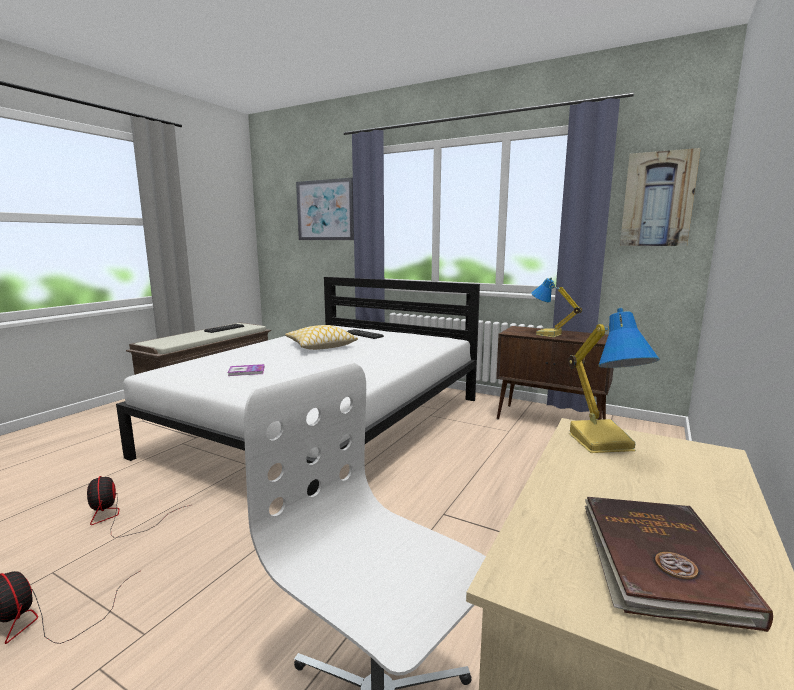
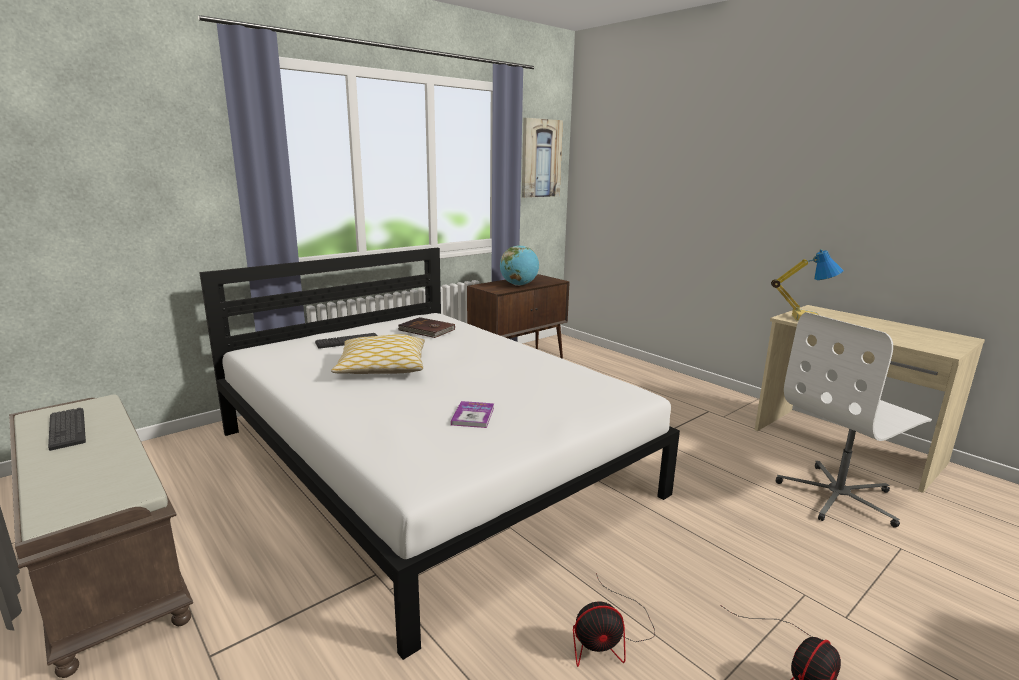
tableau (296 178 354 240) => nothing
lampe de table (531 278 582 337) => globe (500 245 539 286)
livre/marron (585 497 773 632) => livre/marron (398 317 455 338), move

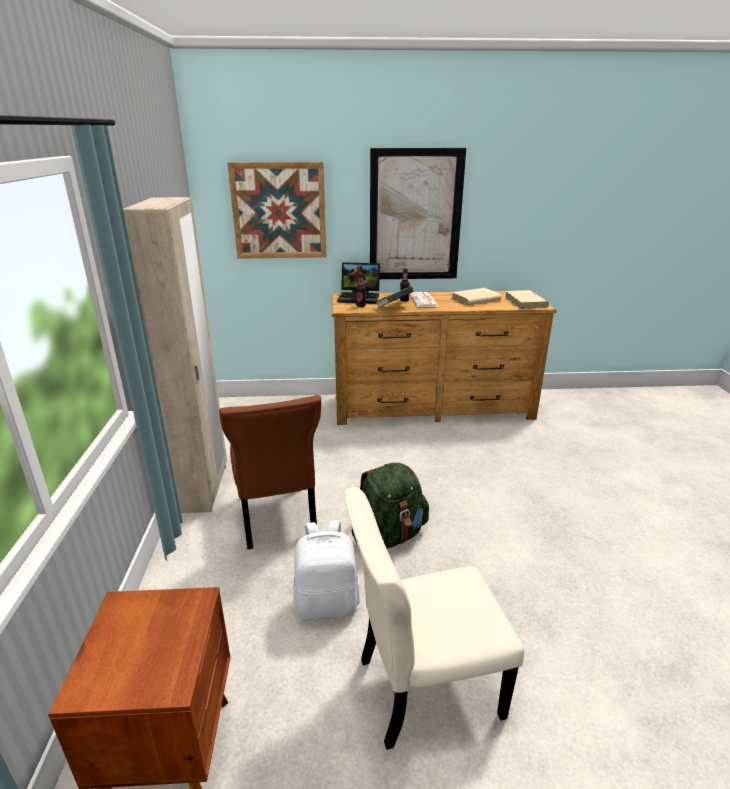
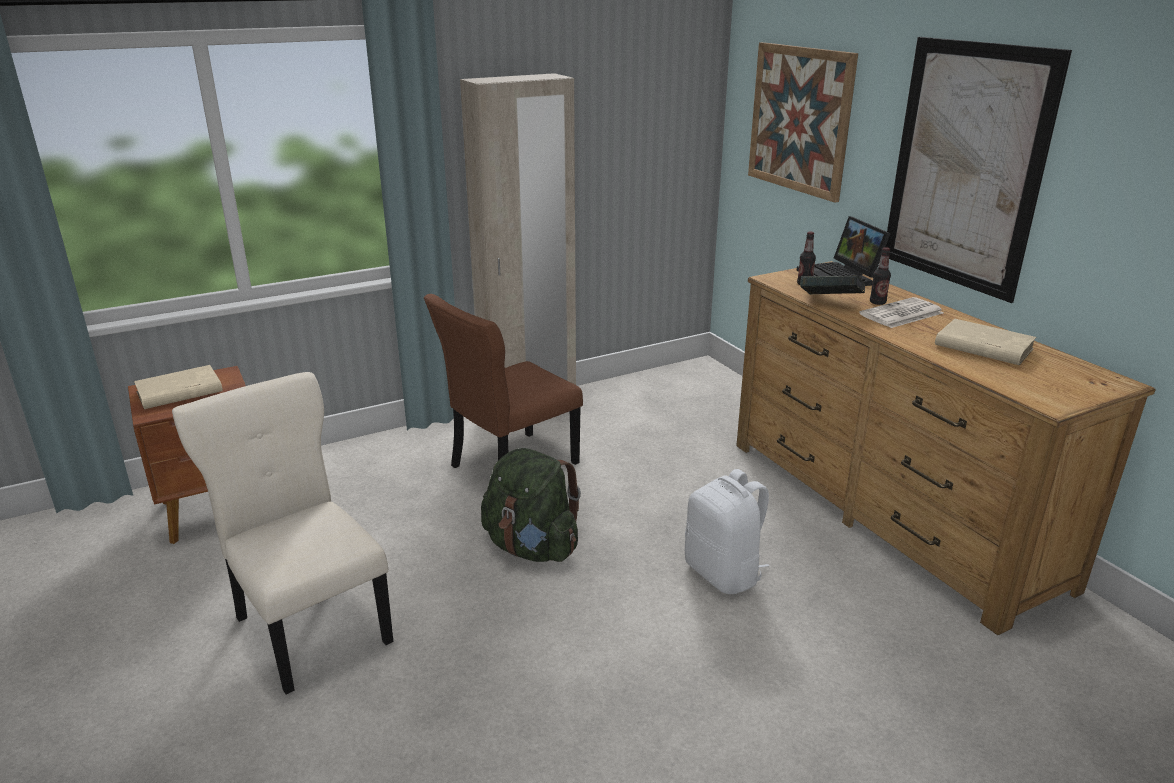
sac à dos/blanc (293 520 360 620) => sac à dos/blanc (685 469 769 594), move
livre/beige (505 290 549 309) => livre/beige (134 365 223 409), move

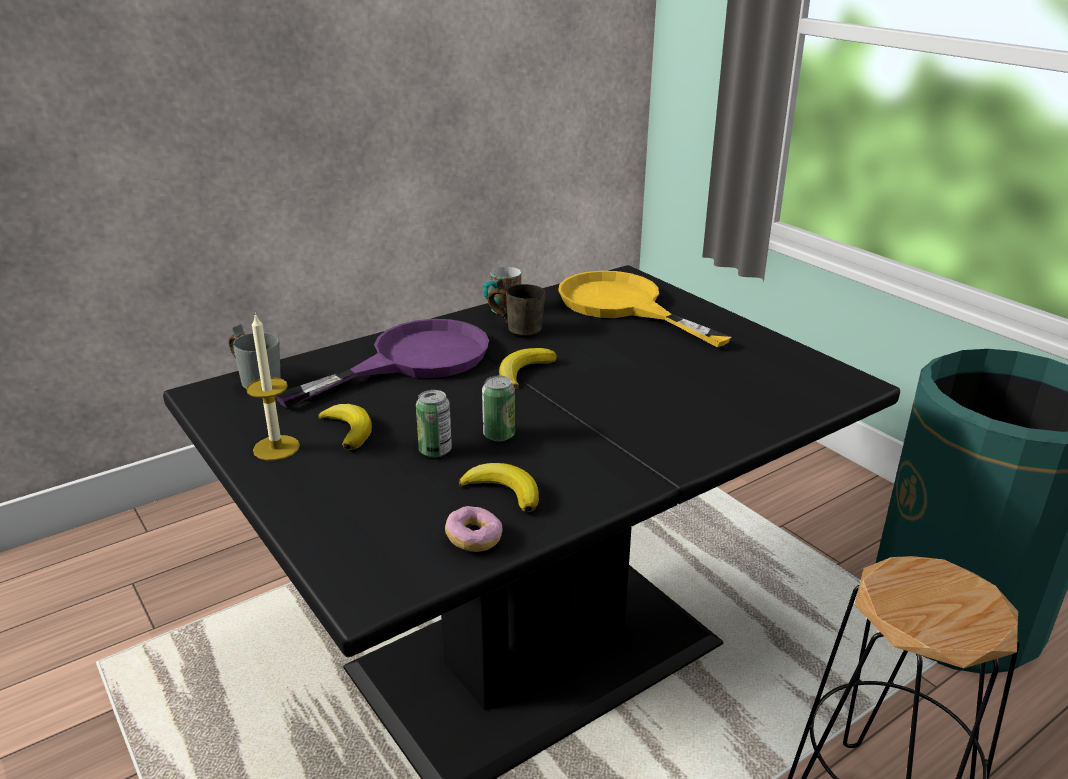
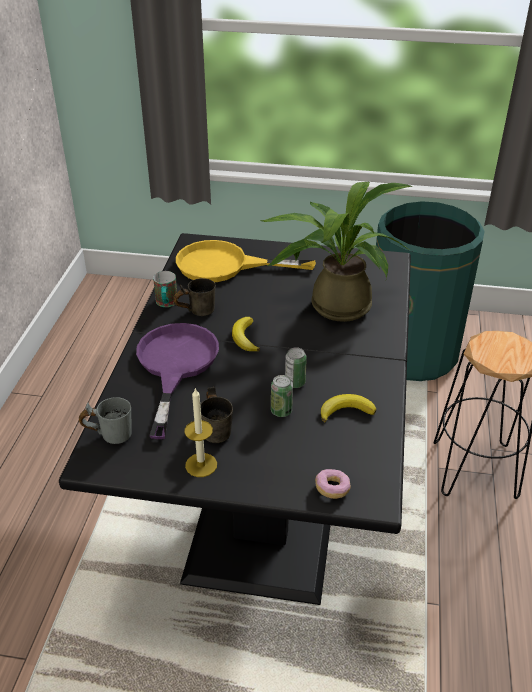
banane (318 404 372 450) => mug/gris (200 387 233 443)
beignet (445 506 503 552) => beignet (315 469 351 499), move
nothing => plante en pot (260 182 412 322)

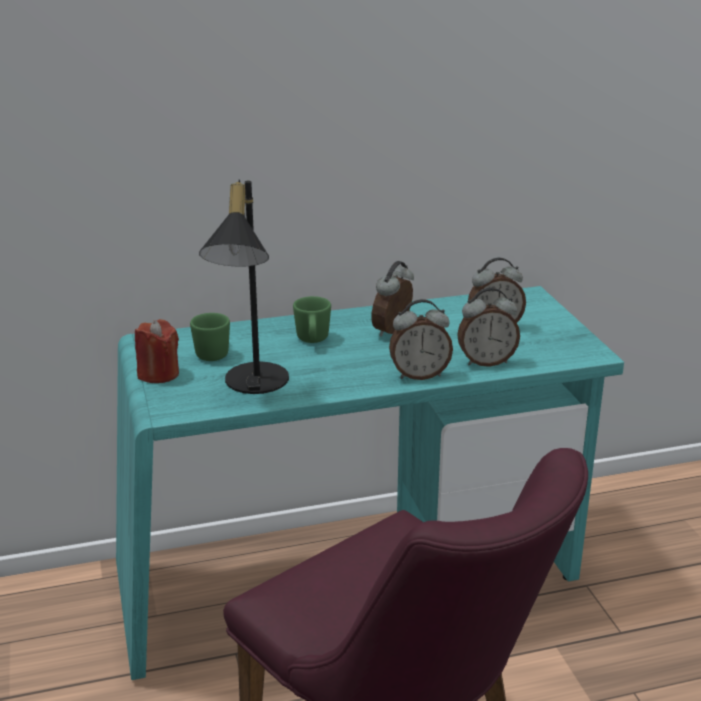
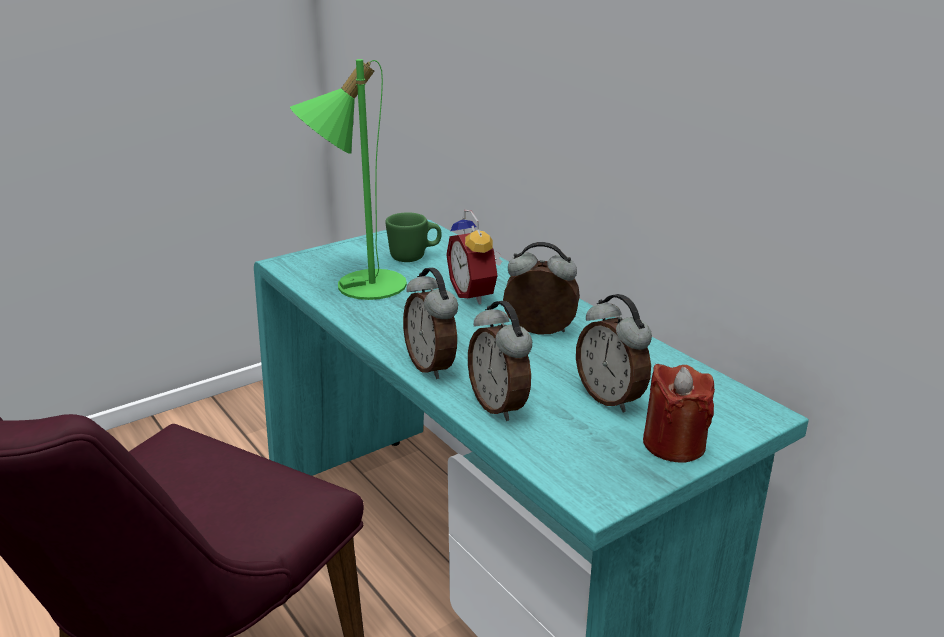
bougie/rouge (135 319 179 383) => bougie/rouge (643 364 715 463), move
lampe de table/noir (199 179 289 394) => lampe de table/vert (290 59 407 300)
mug/vert (293 296 331 343) => réveil (446 210 502 305)

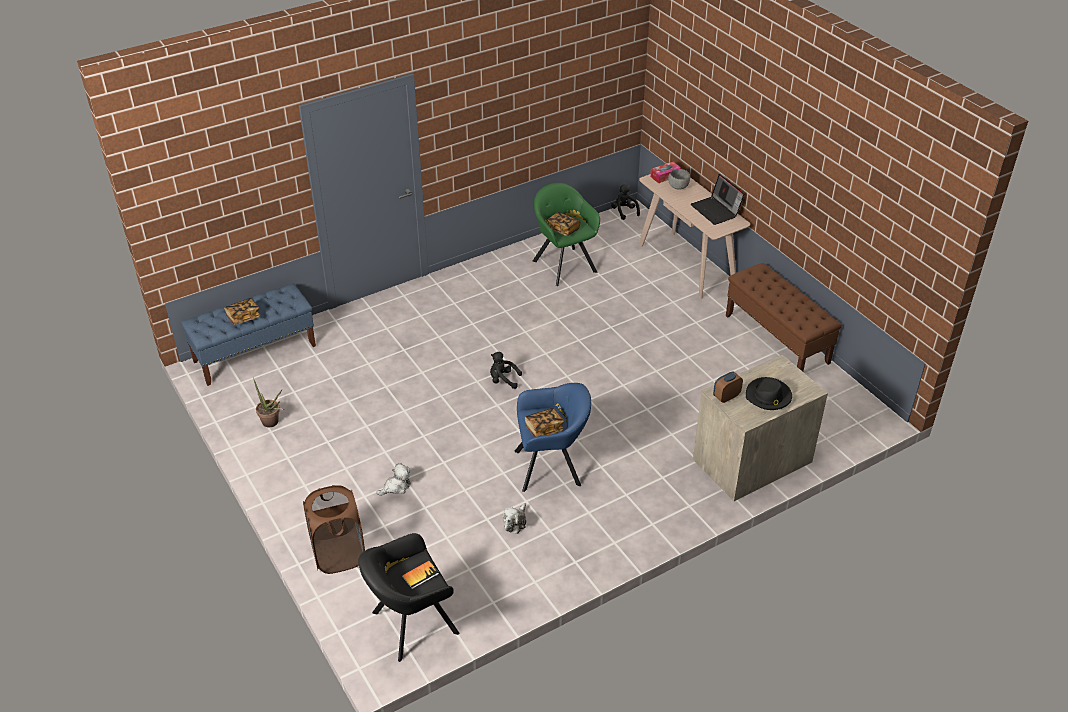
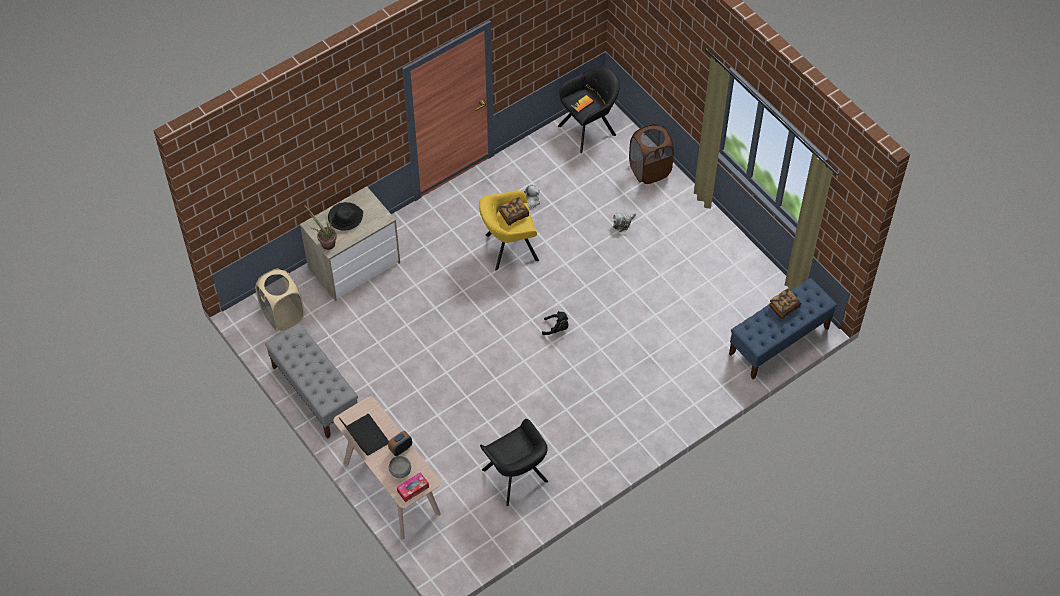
plante en pot (253 378 284 428) => plante en pot (304 205 337 250), move
fauteuil/bleu (515 383 591 492) => fauteuil/jaune (479 190 539 271)
fauteuil/vert (533 183 600 286) => fauteuil/noir (480 419 548 506)
livre (548 212 580 236) => nothing
peluche/noir (611 184 640 220) => nothing
réveil (713 371 743 403) => réveil (388 431 412 456), move
banc/marron (726 263 842 372) => banc/gris (265 323 358 439)
nothing => panier à linge/beige (255 268 304 332)

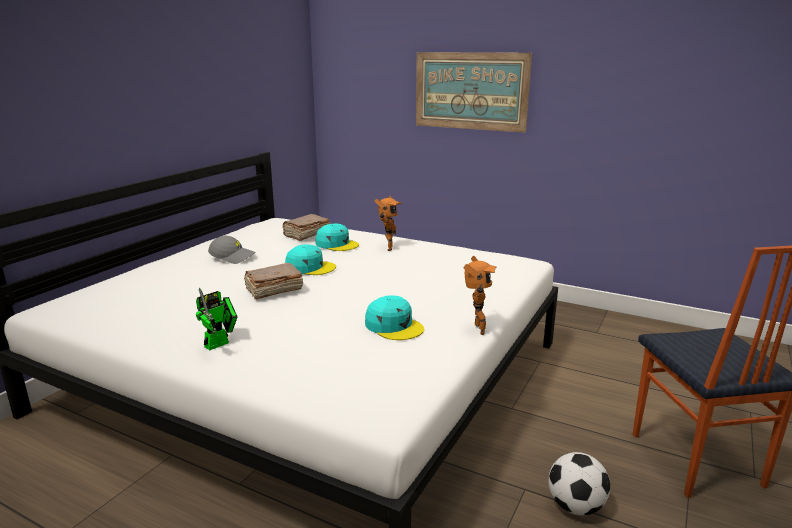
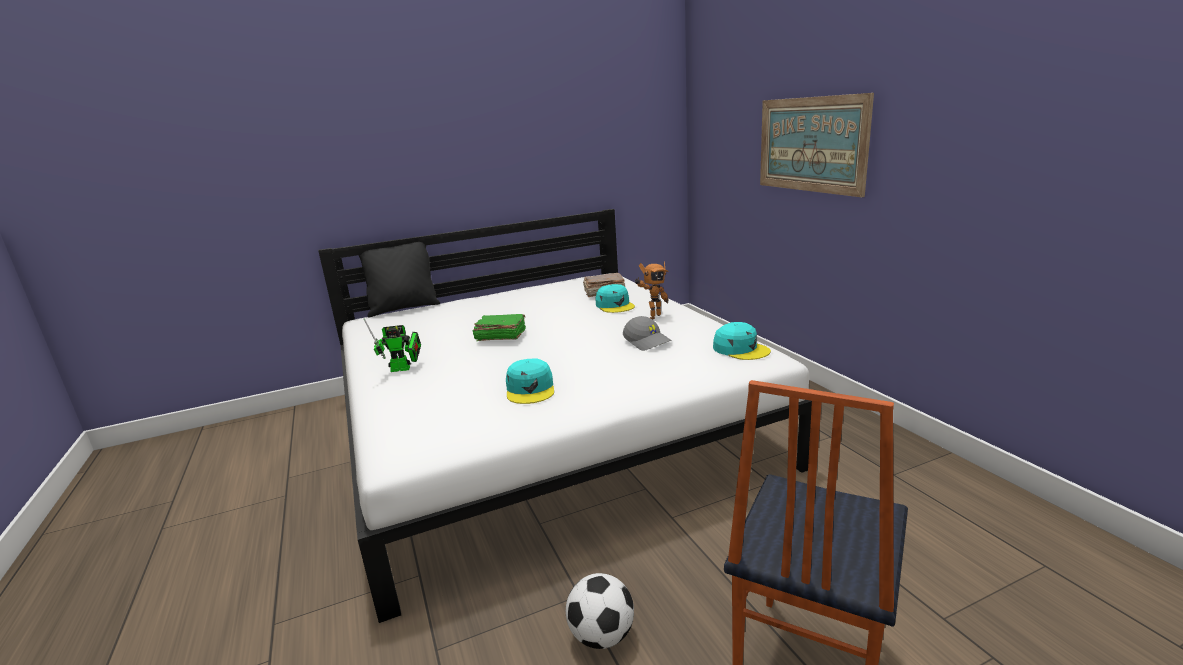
casquette/gris (208 236 255 264) => casquette/gris (623 316 672 351), move
livre/marron (244 263 303 300) => livre/vert (473 314 526 341)
casquette/turquoise (285 244 336 275) => casquette/turquoise (713 322 771 360), move
robot jouet (464 256 497 335) => nothing
nothing => coussin/noir (359 242 440 317)

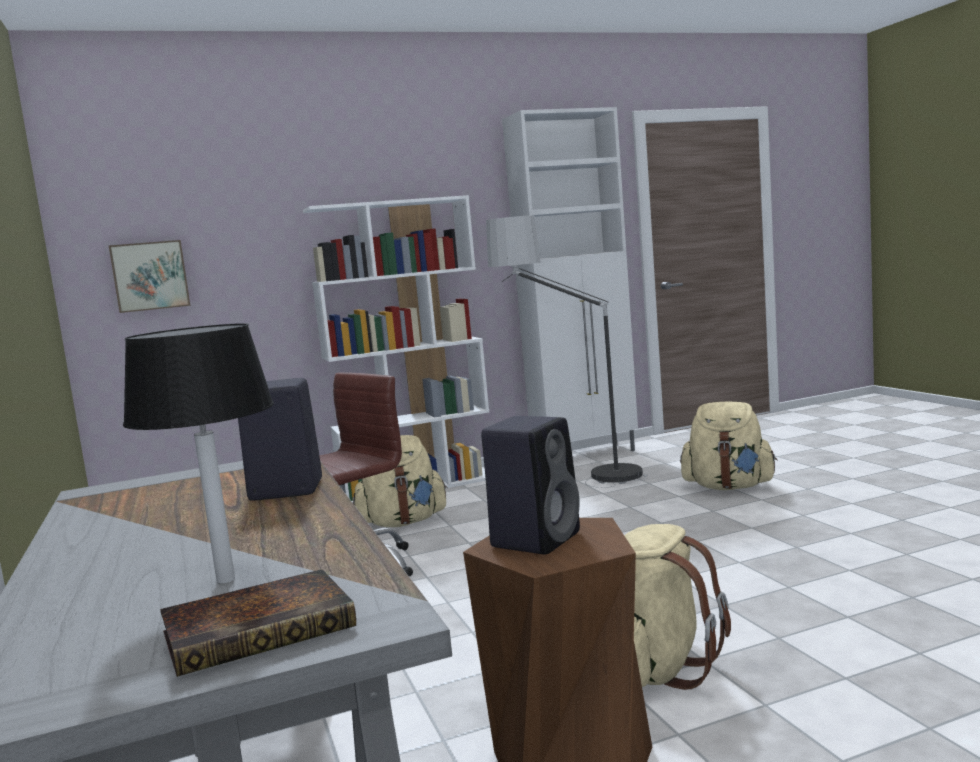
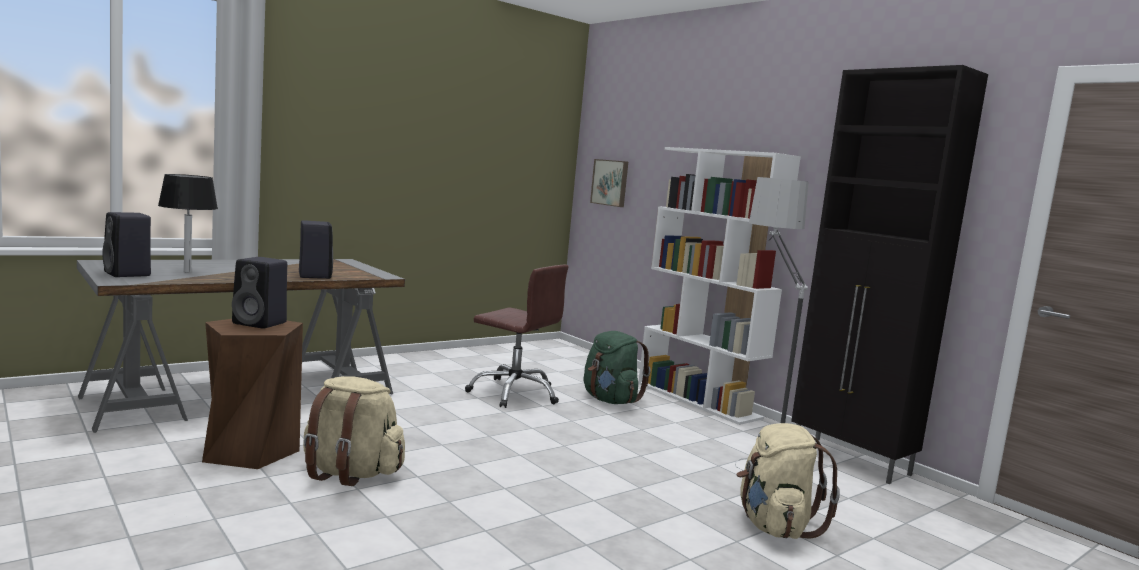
livre (160 569 356 677) => enceinte/noir (102 212 151 277)
sac à dos/beige (353 435 448 527) => sac à dos/vert (583 331 651 404)
meuble de rangement/blanc (502 107 638 451) => meuble de rangement/noir (791 65 988 484)

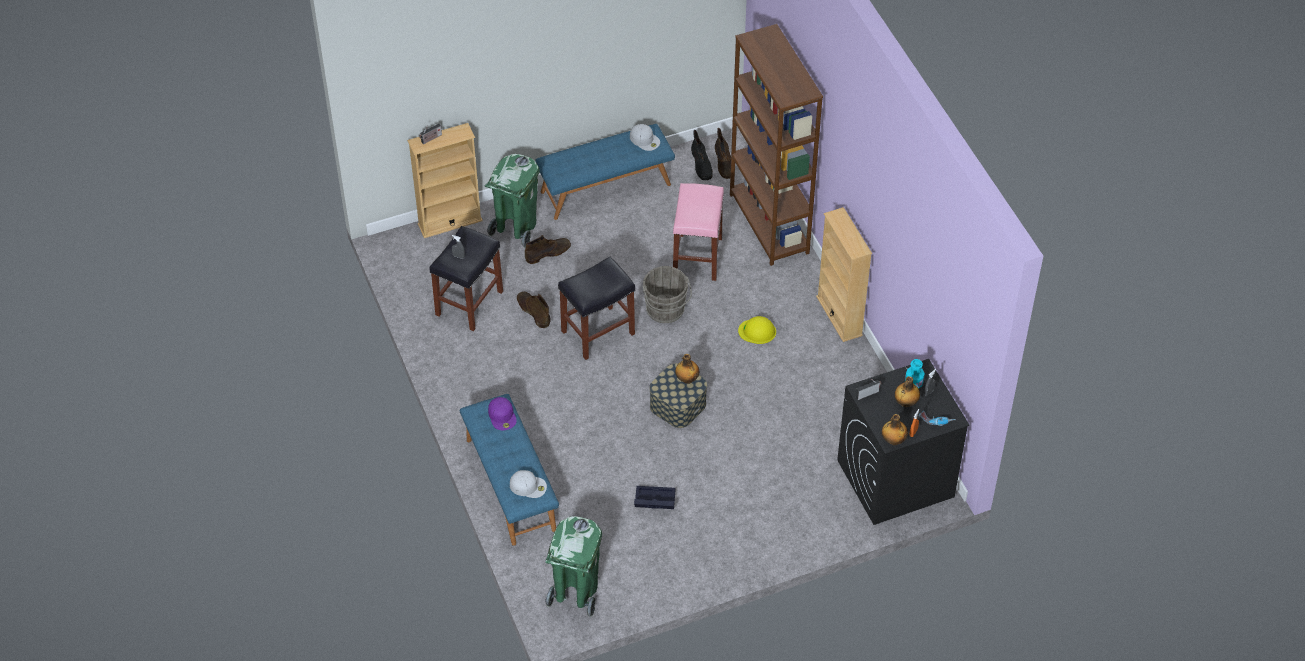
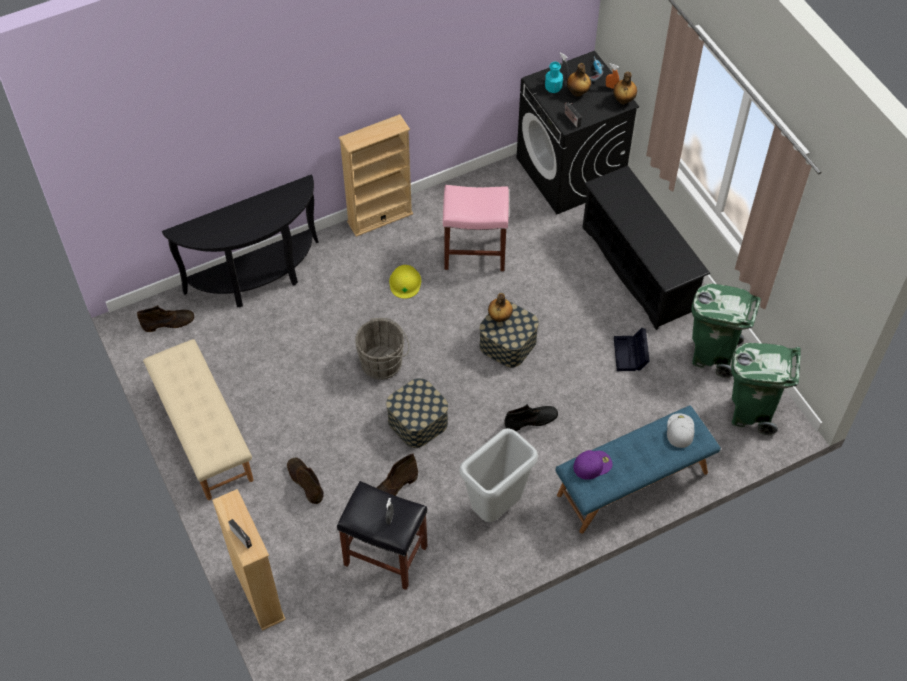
poubelle/vert (484 154 540 248) => poubelle/vert (691 283 761 379), move
banc/bleu (535 124 675 220) => banc/beige (143 339 254 500)
tabouret/noir (558 256 635 360) => boîte de rangement (386 378 448 448)
casquette/blanc (630 124 660 151) => nothing
tabouret/rose (673 183 724 281) => tabouret/rose (443 185 509 271), move
botte/noir (691 130 713 180) => botte/noir (504 404 558 431), move
bibliothèque/marron (730 24 823 266) => table console/noir (162 174 319 307)
nothing => poubelle/gris (459 428 538 522)
nothing => étagère à chaussures/noir (582 166 710 330)

